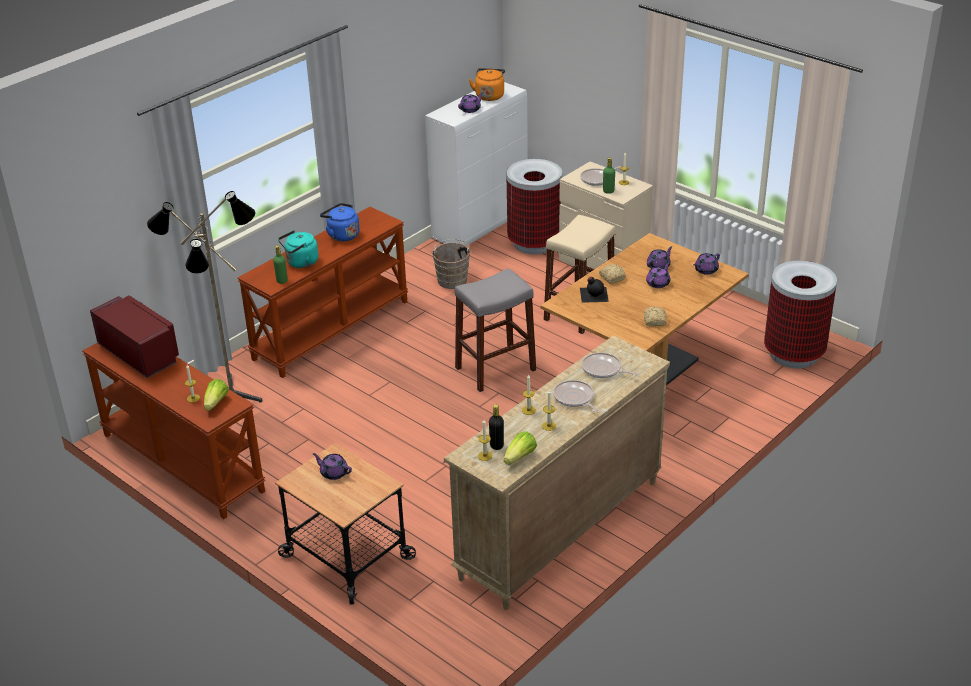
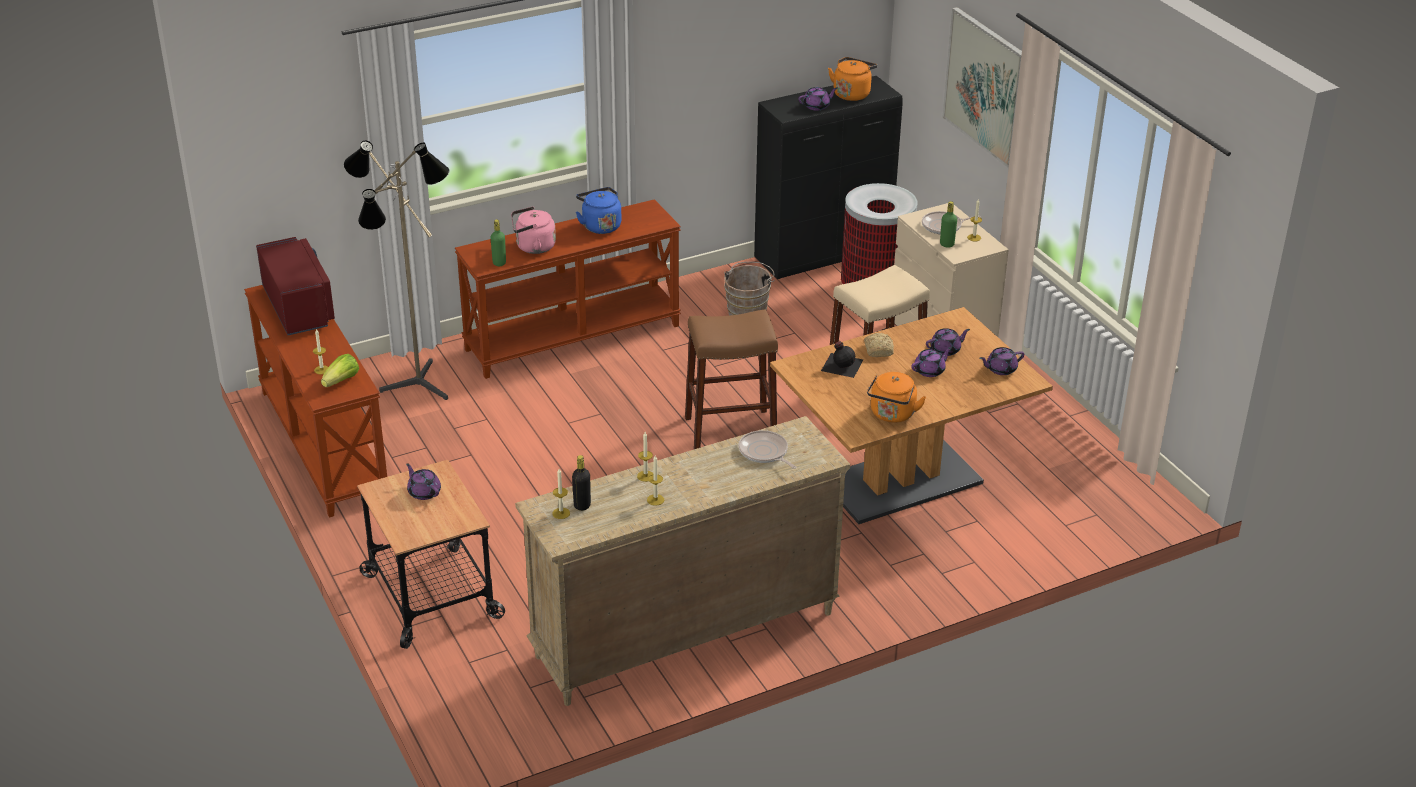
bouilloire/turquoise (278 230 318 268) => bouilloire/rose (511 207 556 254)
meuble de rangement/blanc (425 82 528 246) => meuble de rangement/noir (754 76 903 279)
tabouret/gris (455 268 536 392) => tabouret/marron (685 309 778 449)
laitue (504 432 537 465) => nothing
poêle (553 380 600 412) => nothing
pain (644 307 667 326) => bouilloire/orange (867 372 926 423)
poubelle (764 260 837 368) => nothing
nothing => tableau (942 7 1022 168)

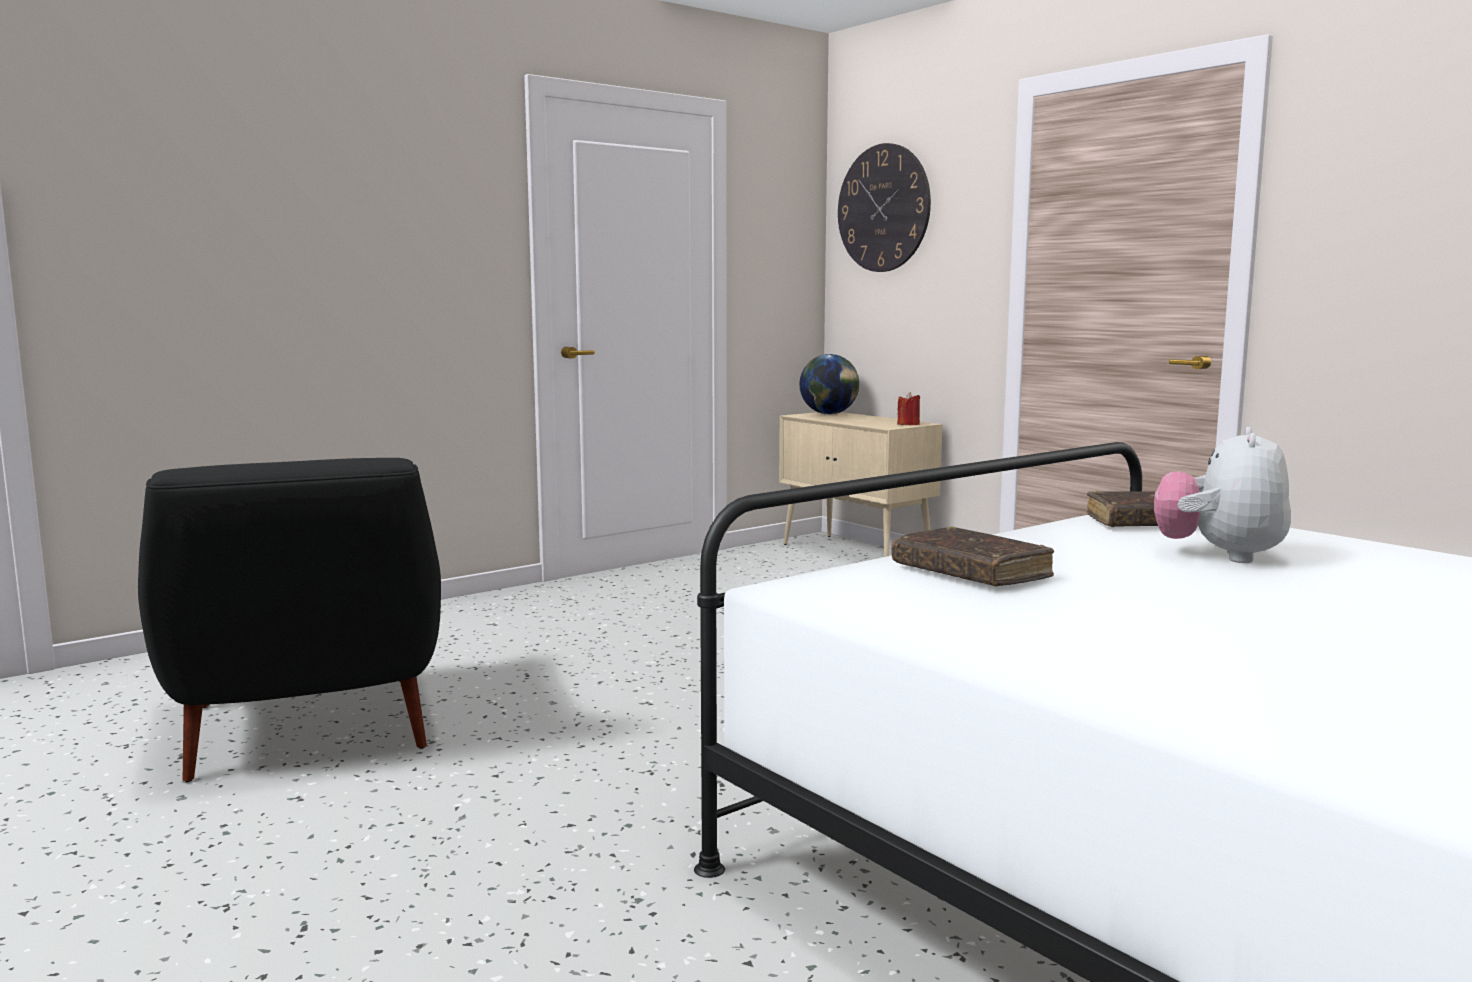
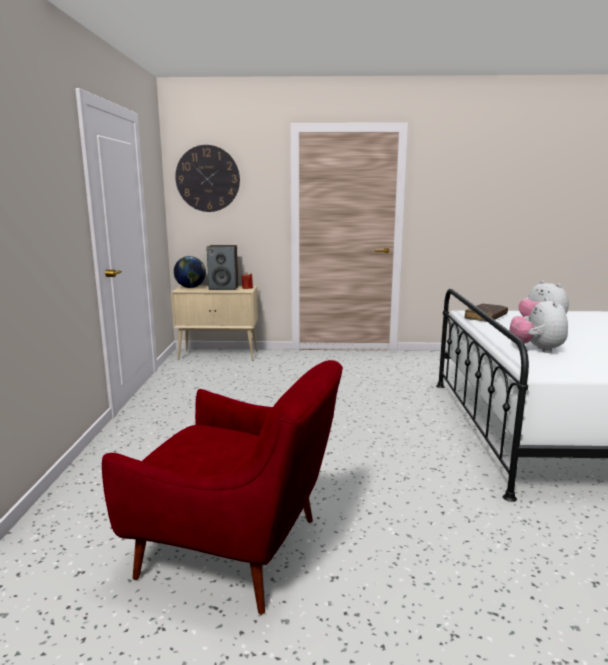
fauteuil/noir (138 458 441 782) => fauteuil/rouge (102 360 343 615)
livre/marron (891 526 1054 586) => peluche (510 297 568 353)
nothing => enceinte (206 245 238 290)

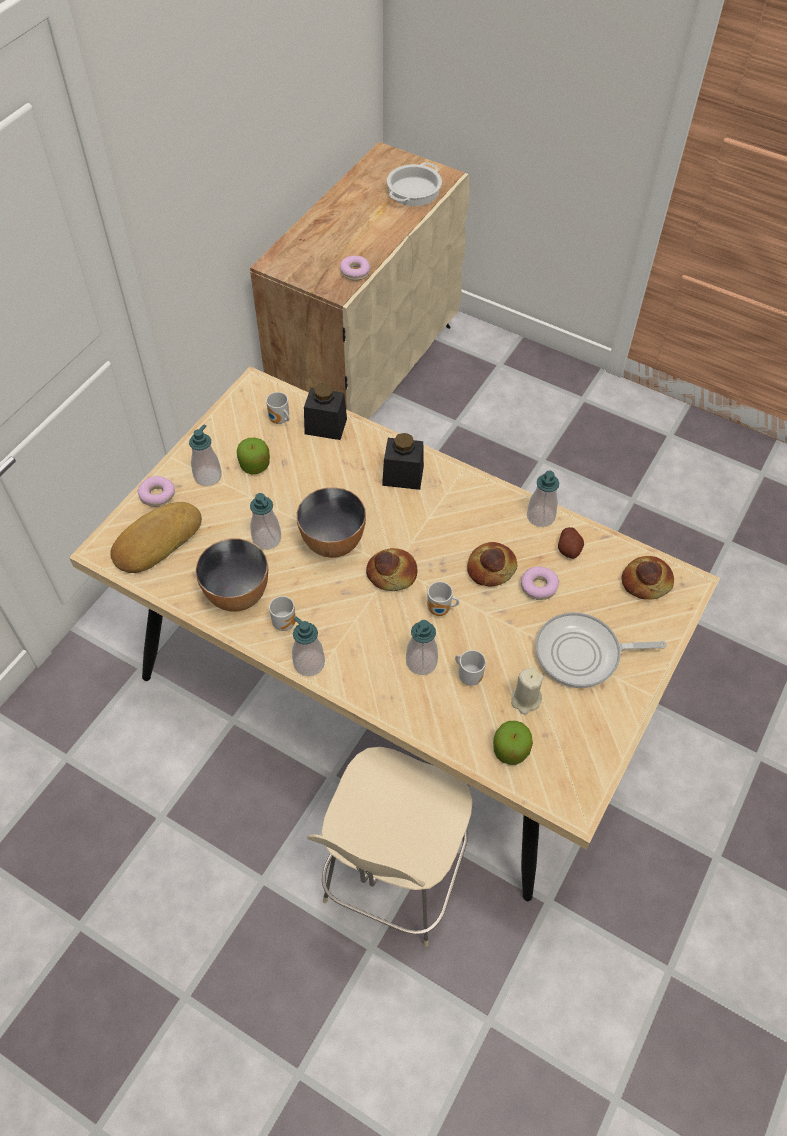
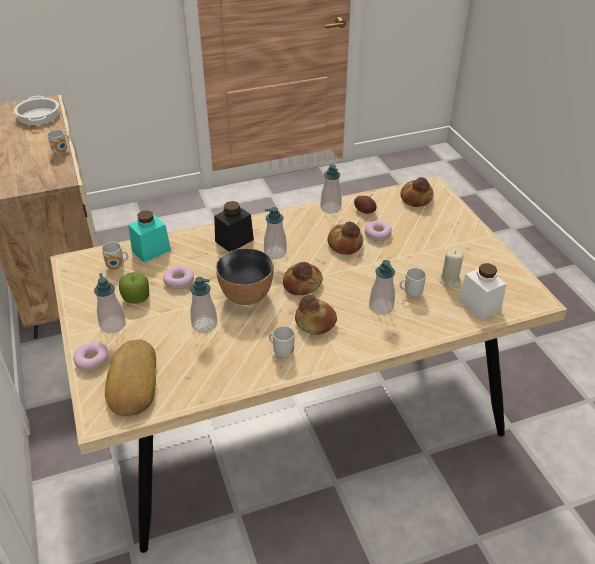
bol (195 539 268 612) => nothing
distributeur de savon (292 616 325 676) => distributeur de savon (264 207 287 259), move
bocal/noir (304 383 347 440) => bocal/turquoise (128 210 171 262)
tabouret/beige (307 747 473 947) => nothing
beignet (340 256 370 281) => beignet (163 266 194 289), move
mug (427 581 459 616) => mug (47 130 70 154), move
pomme (493 721 533 765) => bocal/blanc (458 263 506 320)
poêle (536 612 667 688) => nothing
nothing => pain (295 295 337 335)

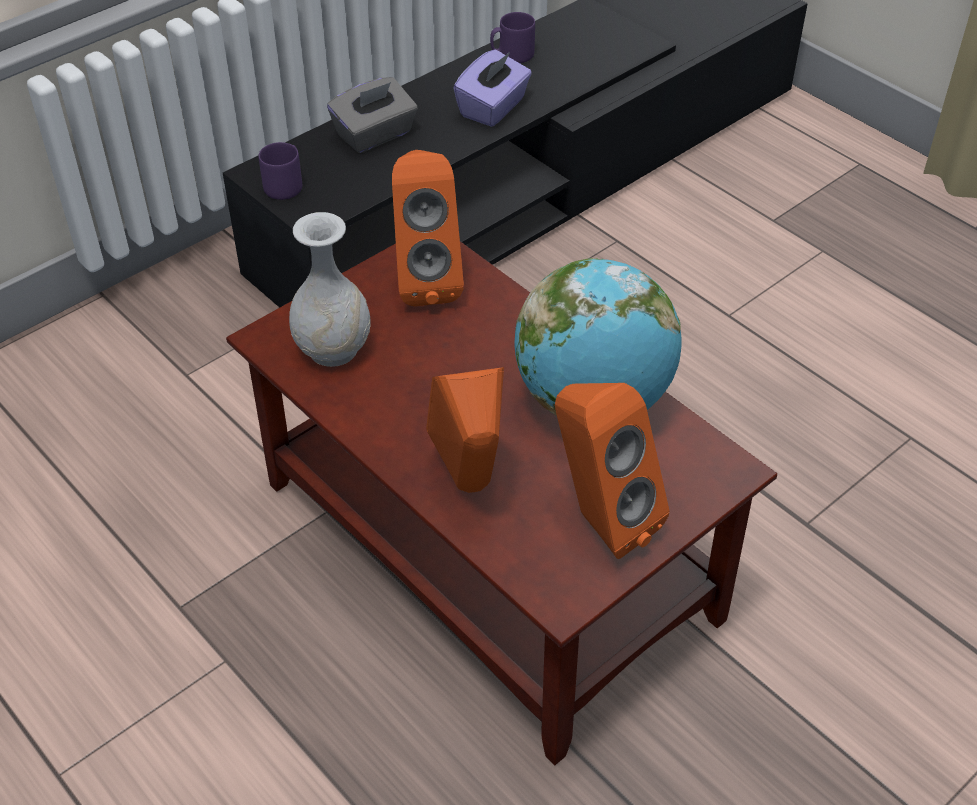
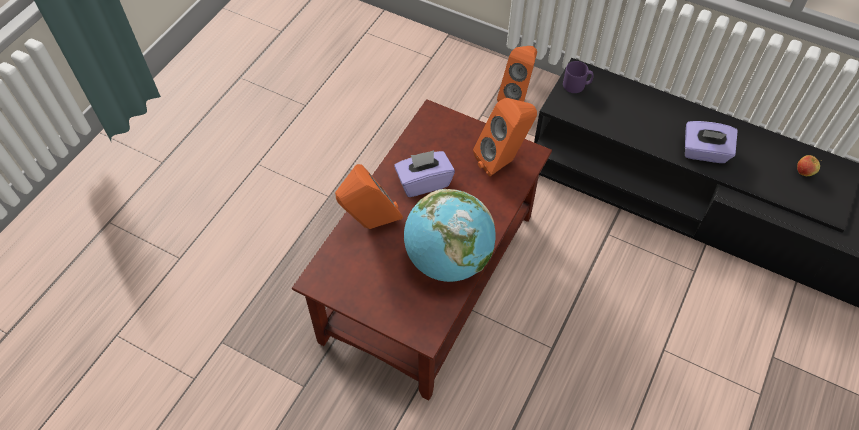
vase/blanc (289 212 371 367) => nothing
boîte à mouchoirs/gris (327 77 418 153) => nothing
mug/violet (490 12 535 63) => nothing
enceinte/orange (555 383 670 559) => enceinte/orange (497 46 537 102), move
nothing => boîte à mouchoirs/violet (394 150 455 197)
nothing => pomme (797 155 822 176)

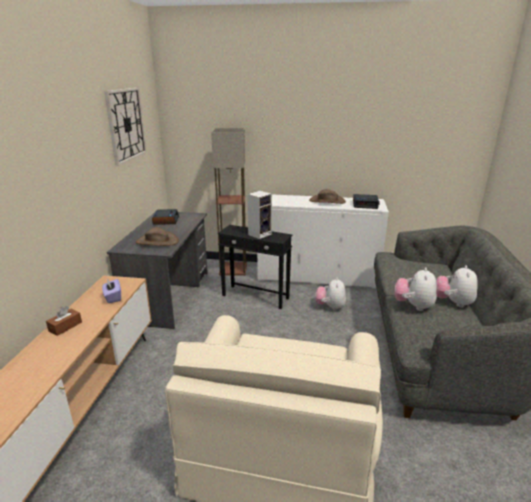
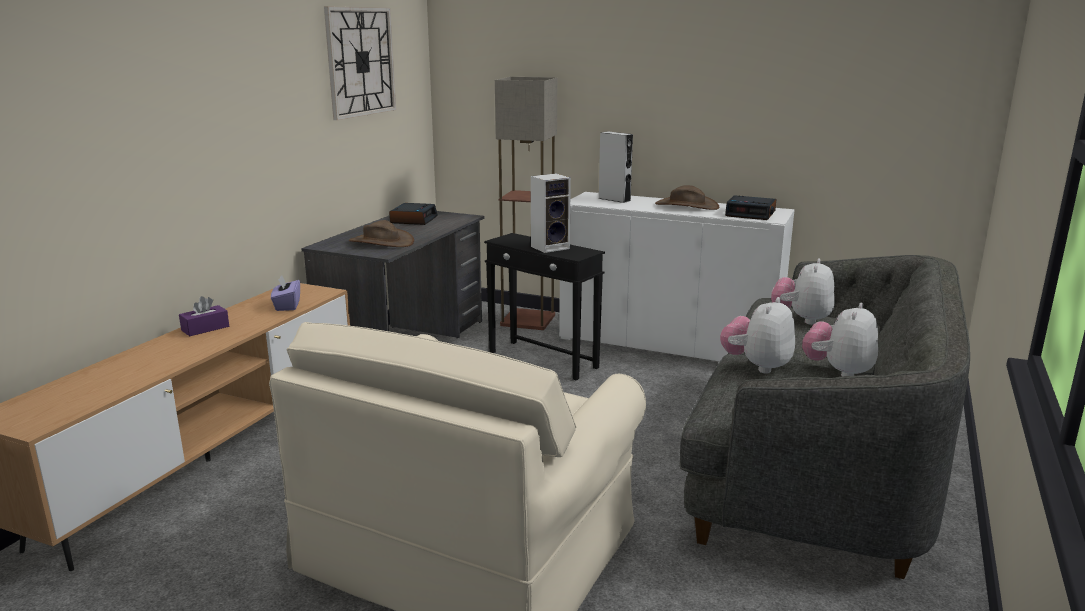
boîte à mouchoirs/marron (46 306 82 336) => boîte à mouchoirs/violet (179 296 229 336)
peluche (316 278 346 311) => peluche (771 258 835 325), move
nothing => enceinte/gris (598 131 633 203)

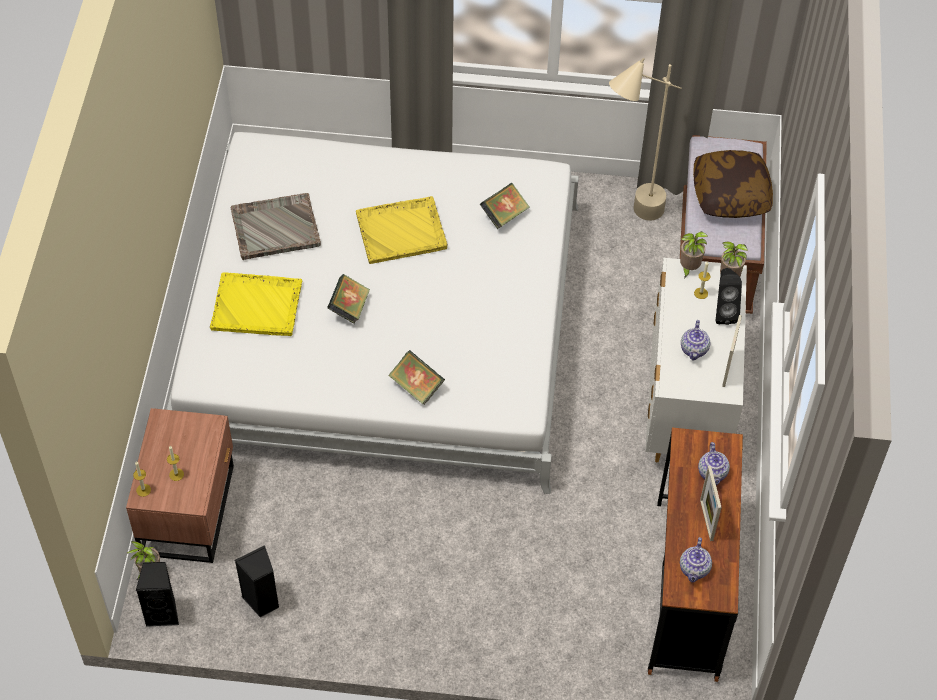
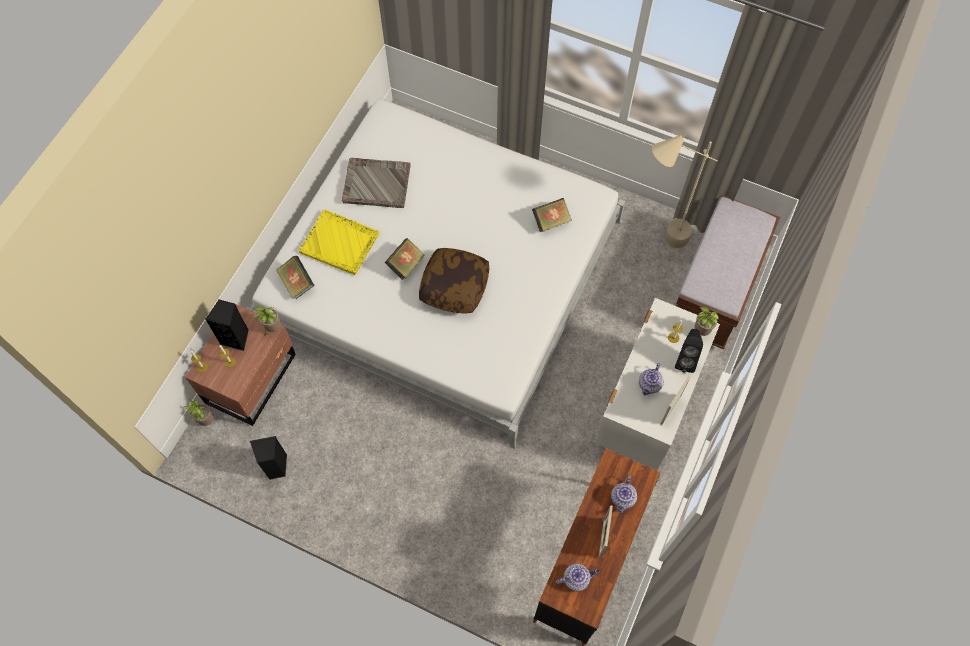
enceinte/noir (136 562 179 627) => enceinte/noir (205 299 249 351), move
plateau/jaune (356 196 447 264) => nothing
livre (388 350 445 405) => livre (276 256 314 299), move
plante en pot (680 231 708 278) => plante en pot (253 307 281 336), move
théière (680 537 712 583) => théière (556 564 599 592), 135 degrees counterclockwise
coussin (693 150 773 218) => coussin (419 248 489 314), move

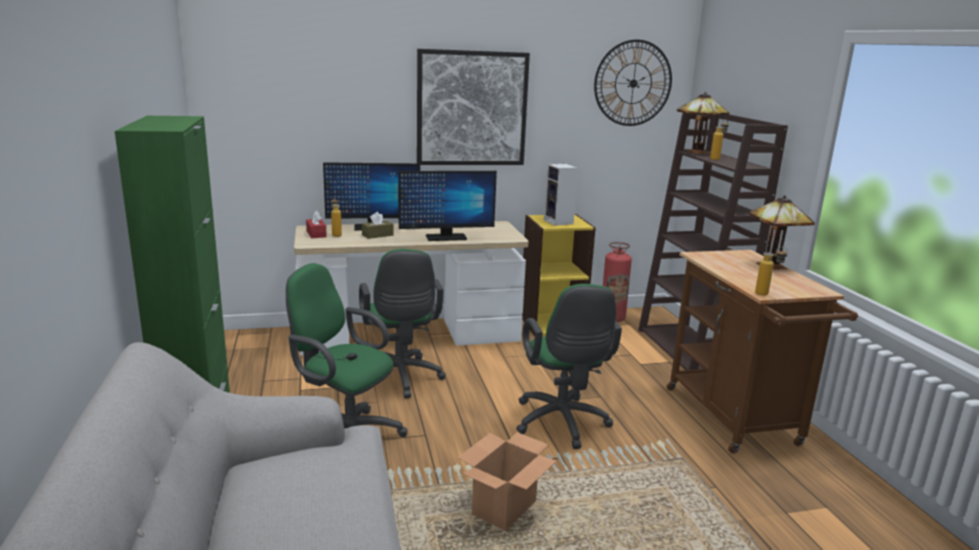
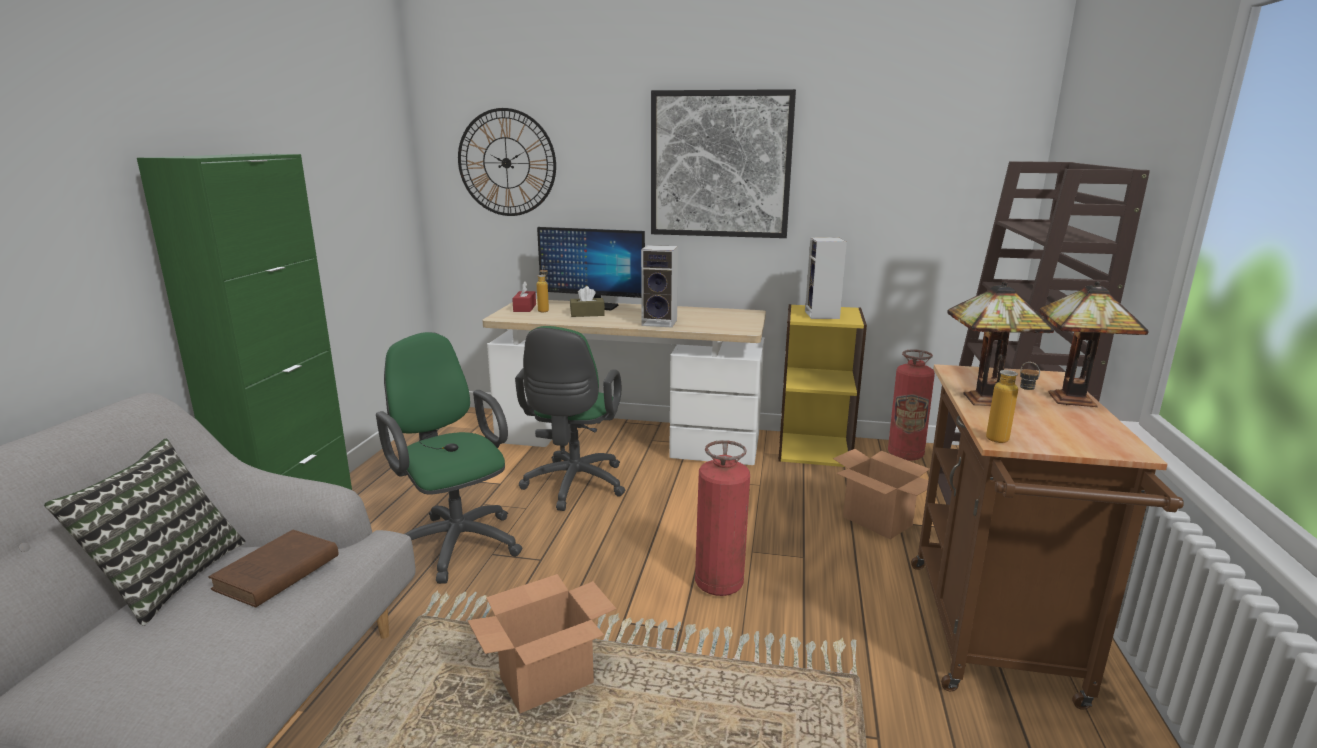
écran d'ordinateur (398 171 497 241) => enceinte (641 245 678 328)
chaise de bureau/vert (516 284 622 449) => extincteur (695 440 750 596)
horloge murale (594 40 672 126) => horloge murale (458 108 556 216), move
lampe de table (677 92 729 154) => lampe de table (947 281 1054 406), move
bouteille (710 119 729 160) => nothing
nothing => coussin (44 439 246 626)
nothing => livre/marron (208 530 339 608)
nothing => carton (833 449 930 539)

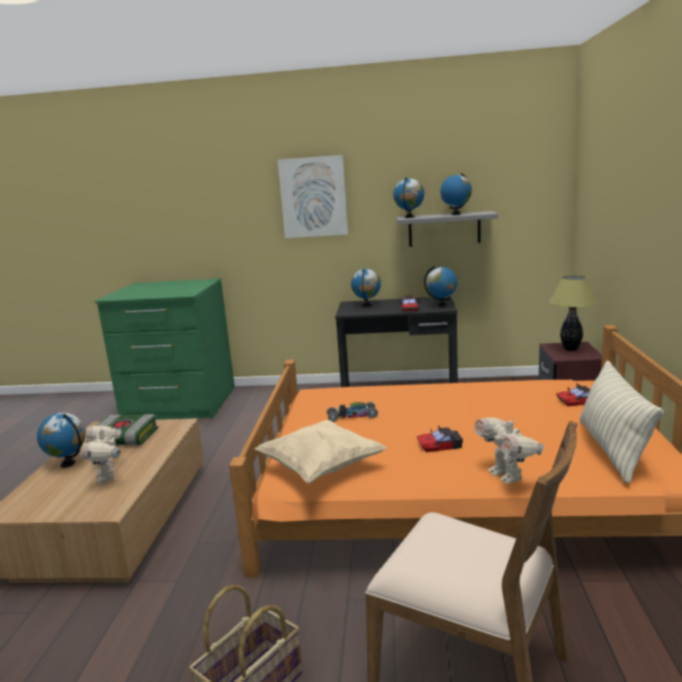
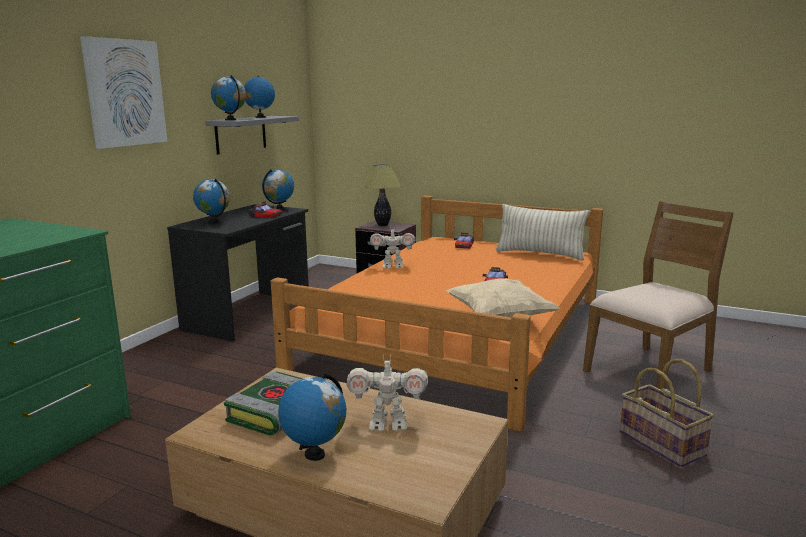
petite voiture (327 402 378 422) => nothing
robot jouet (475 414 544 484) => robot jouet (370 225 415 269), move

